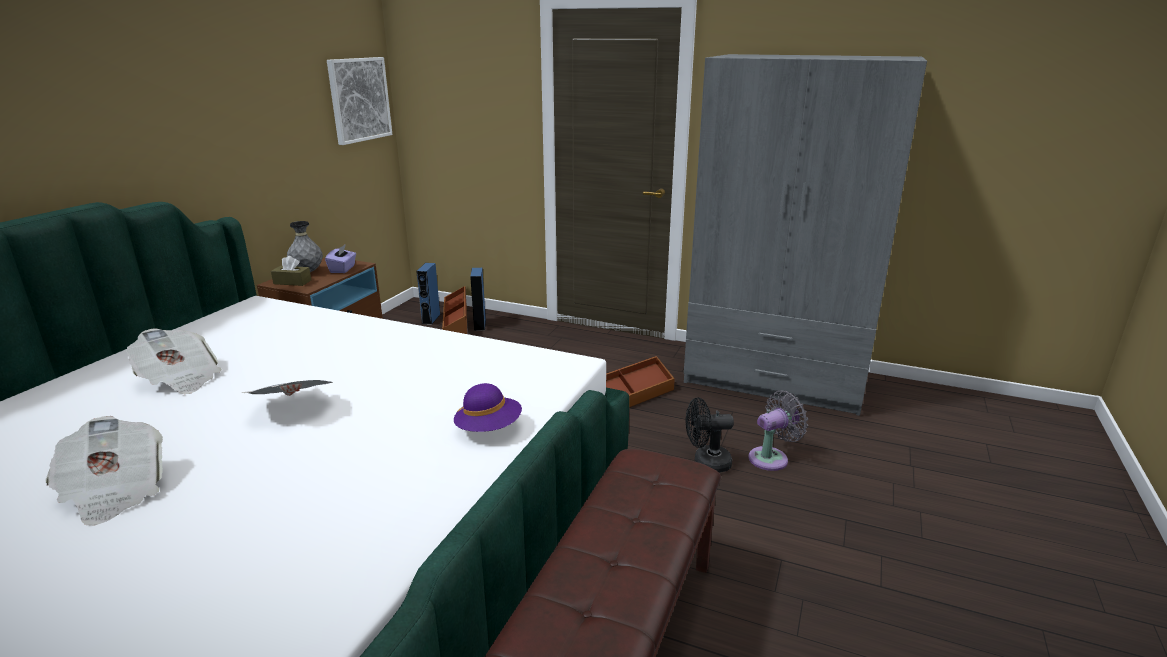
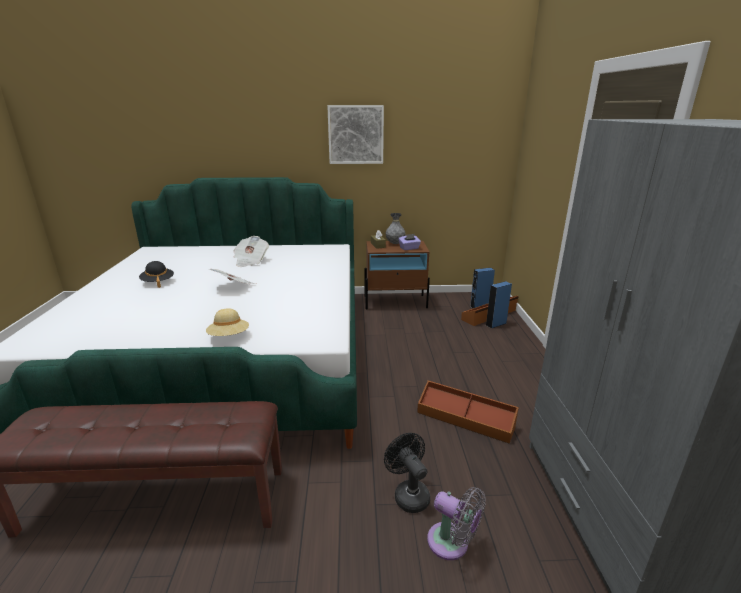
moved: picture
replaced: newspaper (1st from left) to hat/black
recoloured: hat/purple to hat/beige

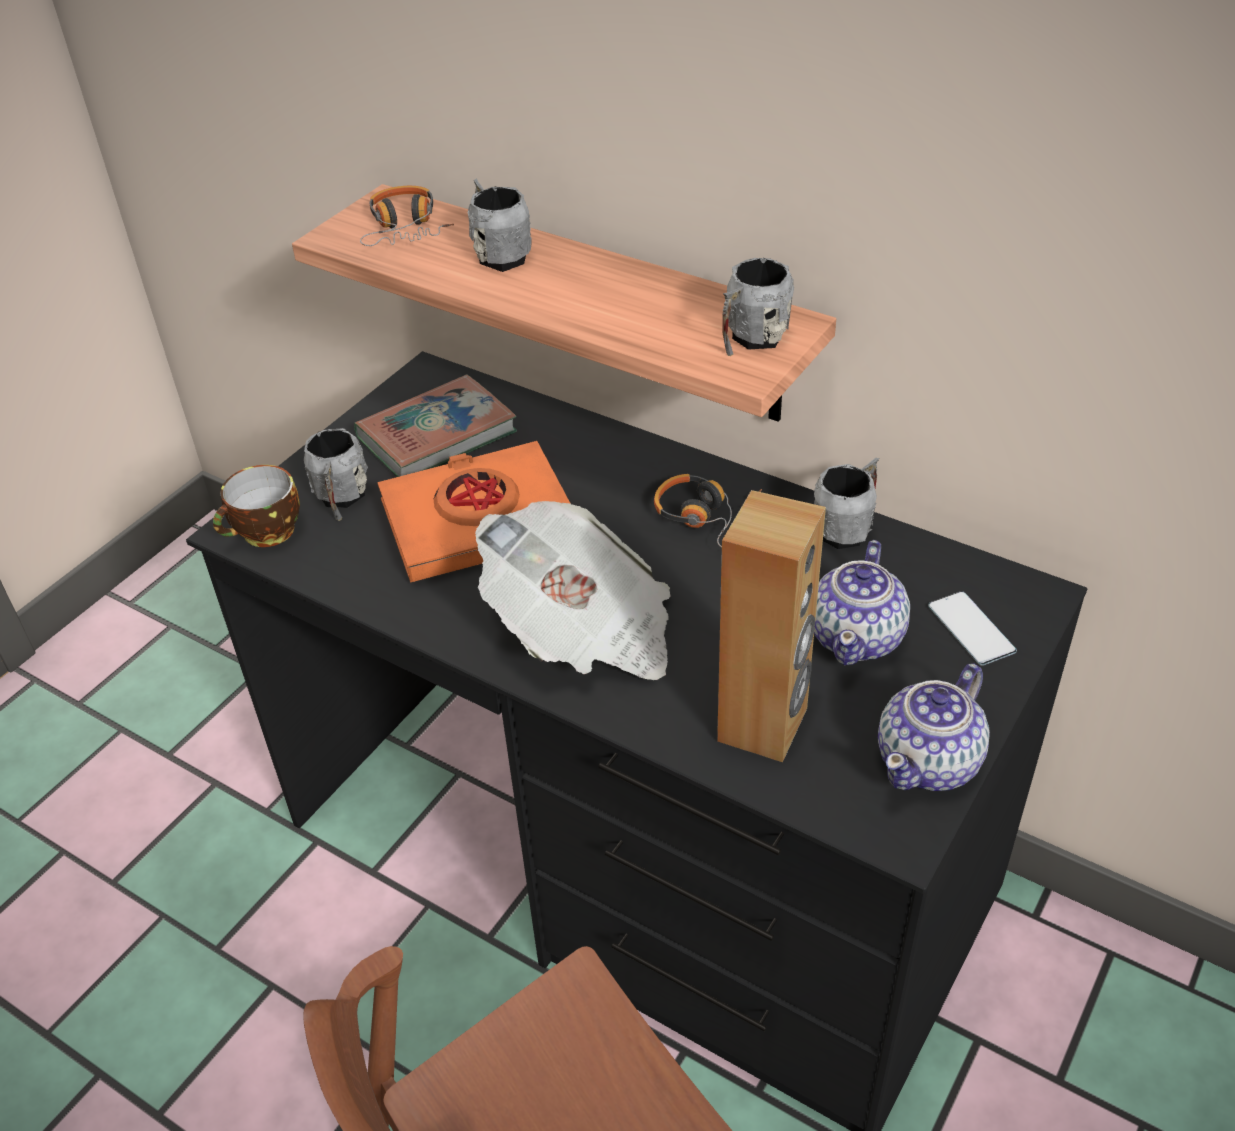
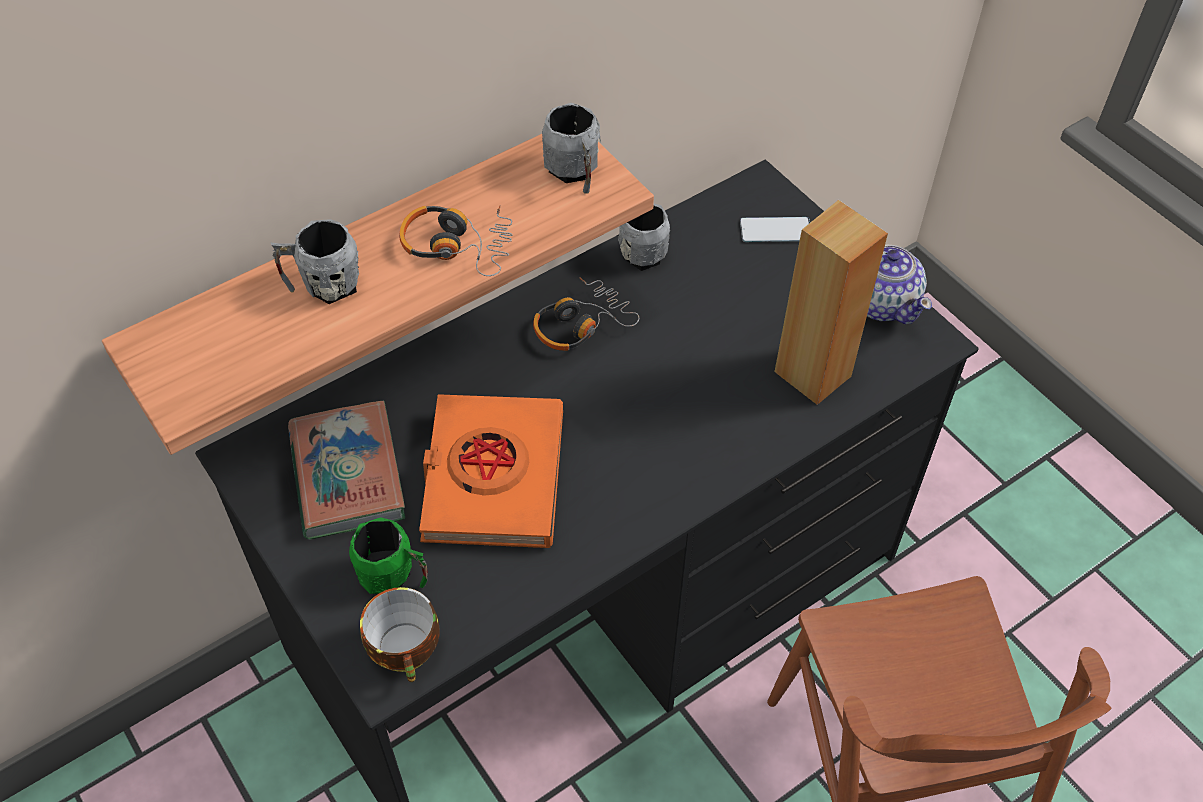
removed: newspaper; teapot (1st from left)
moved: headphones (1st from left)
recoloured: mug/grey (1st from left) to mug/green

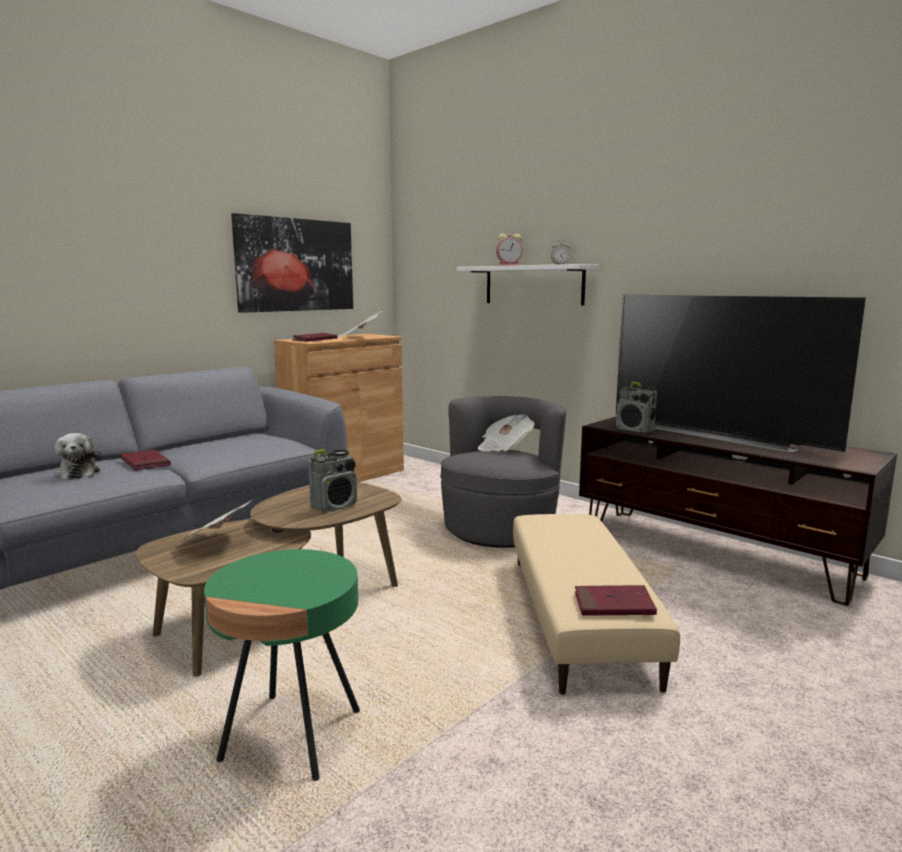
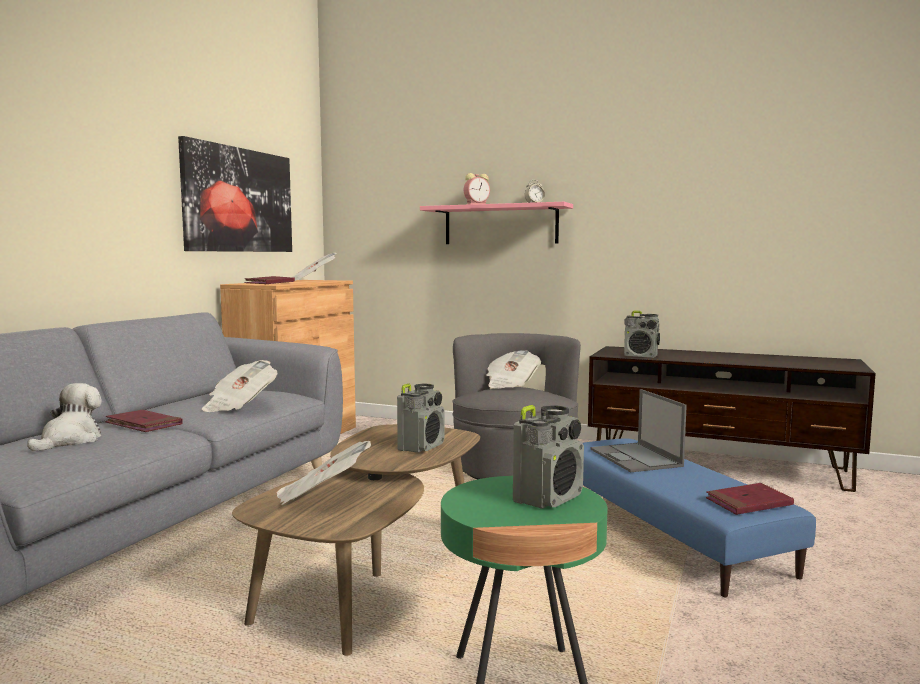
removed: television
added: newspaper (1st from left); laptop; radio (2nd from left)
recoloured: shelf/white to shelf/pink; ottoman/beige to ottoman/blue
turned: plush toy 120 degrees counterclockwise

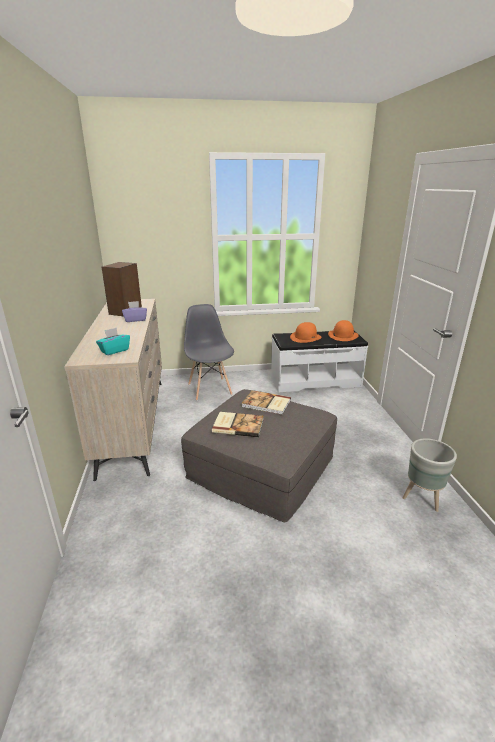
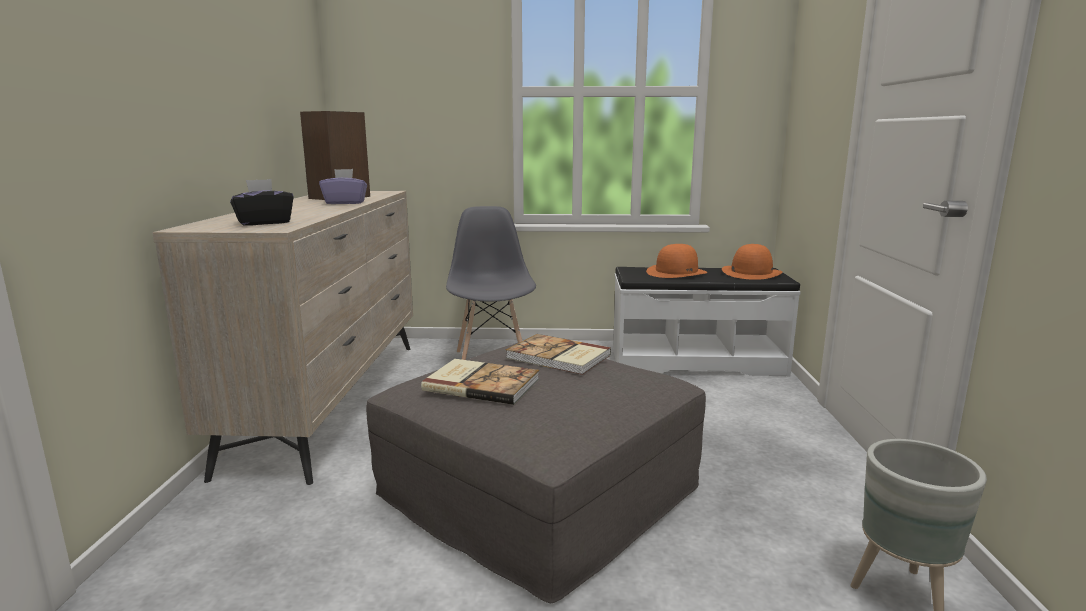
recoloured: tissue box/turquoise to tissue box/black

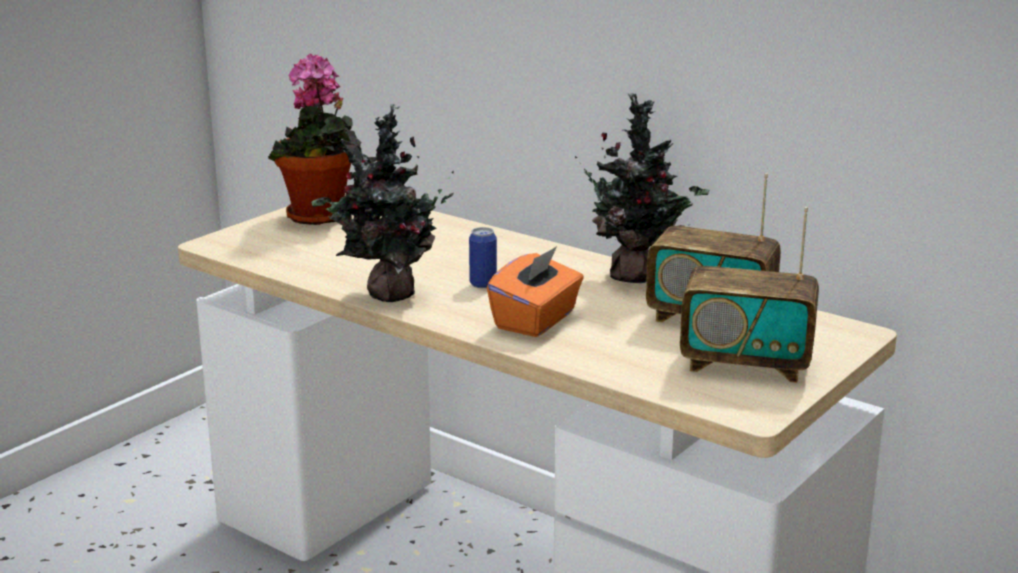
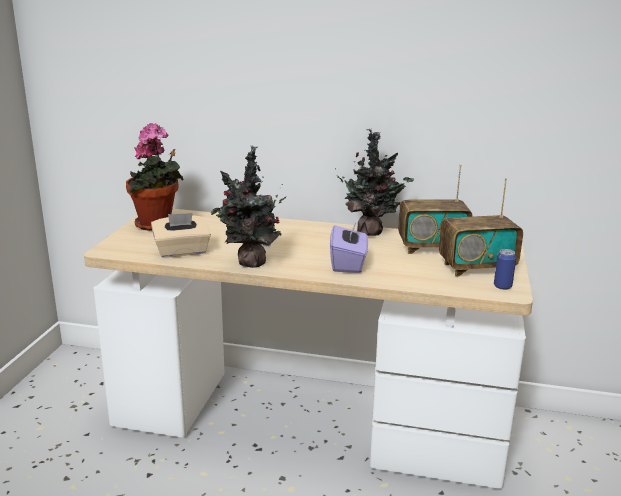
added: tissue box/beige
moved: can
recoloured: tissue box/orange to tissue box/purple

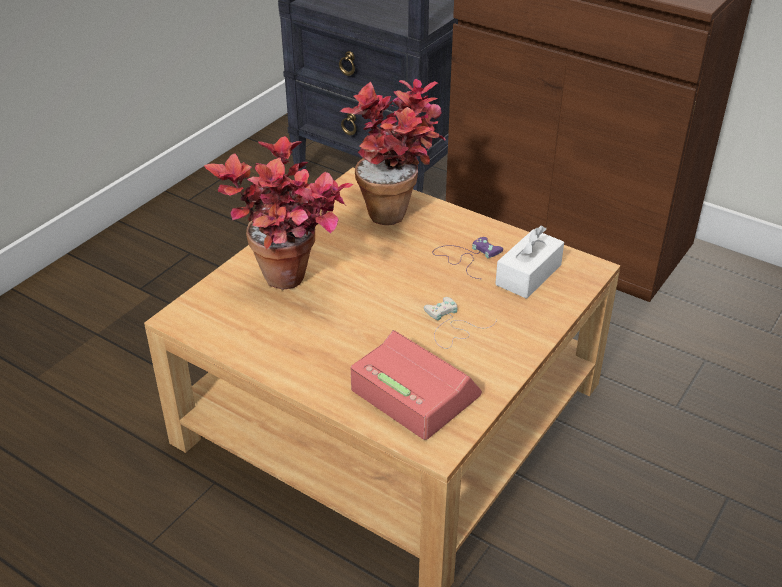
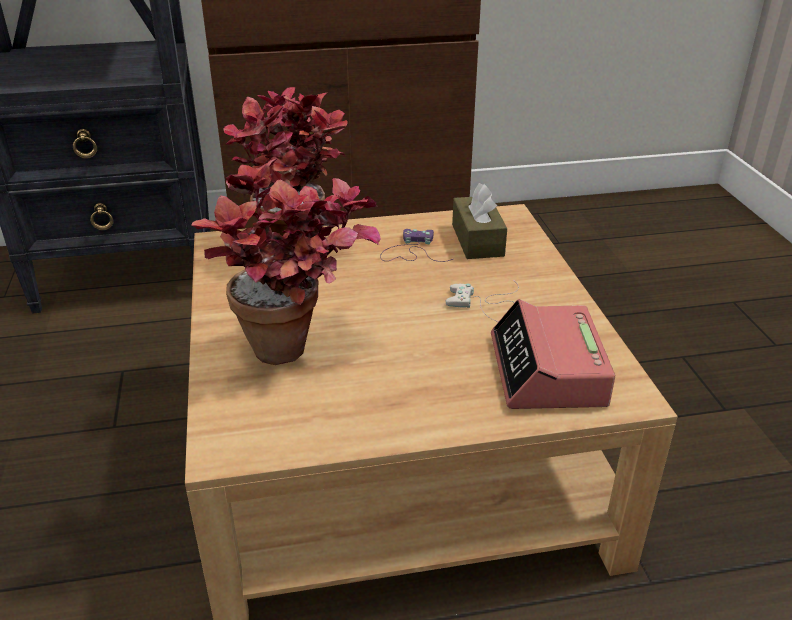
recoloured: tissue box/white to tissue box/brown
turned: alarm clock 90 degrees counterclockwise

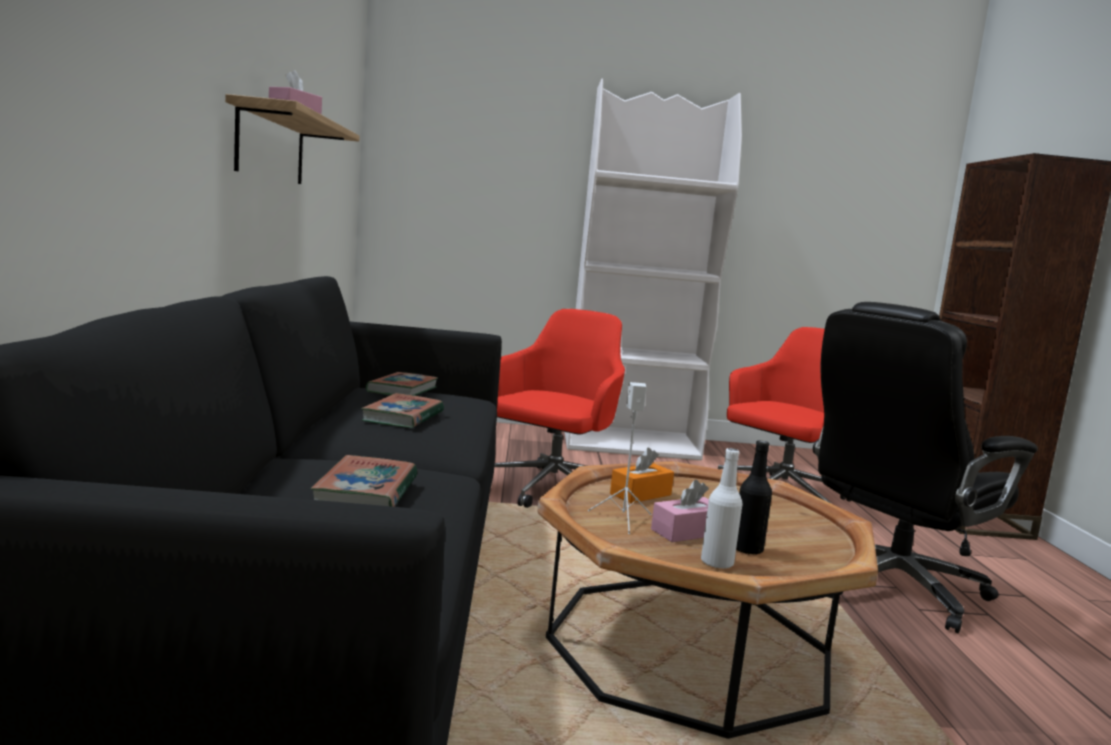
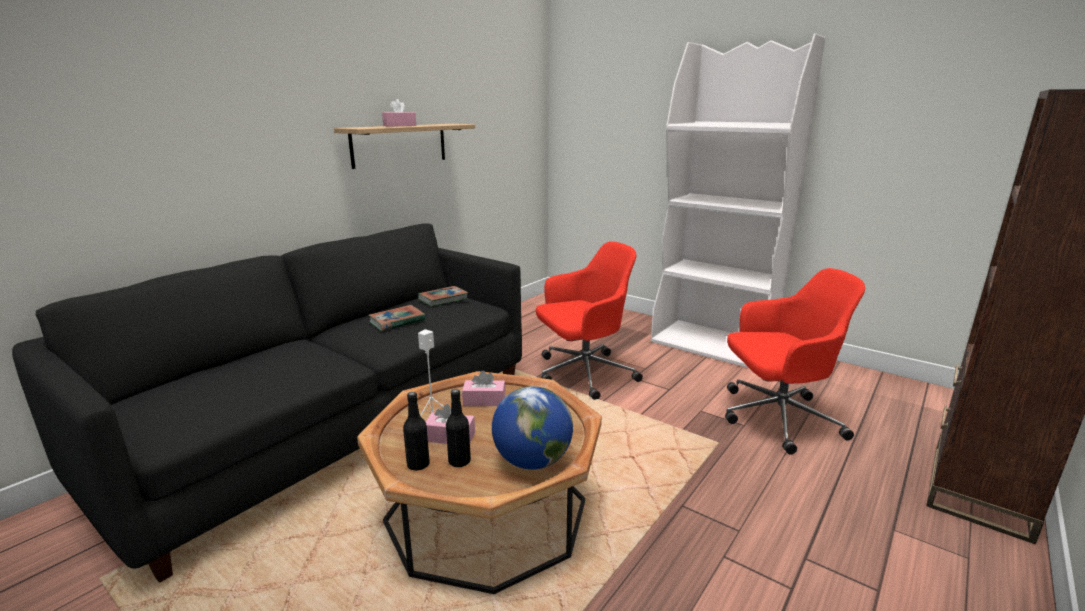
removed: office chair/black; book (1st from left)
added: globe
recoloured: tissue box/orange to tissue box/pink (3rd from left); bottle/white to bottle/black (1st from left)

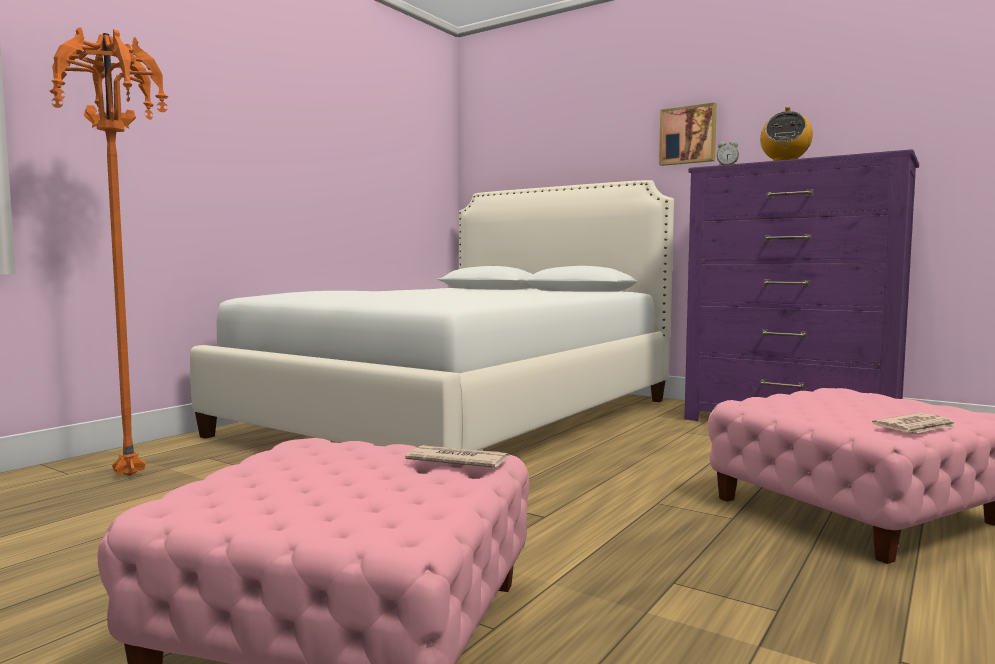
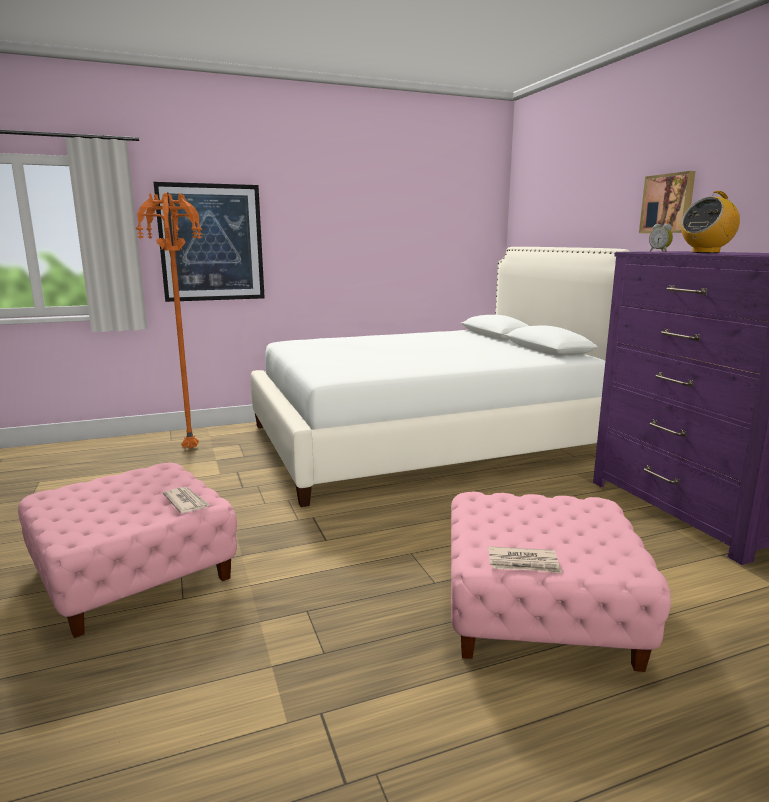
added: picture (1st from left)

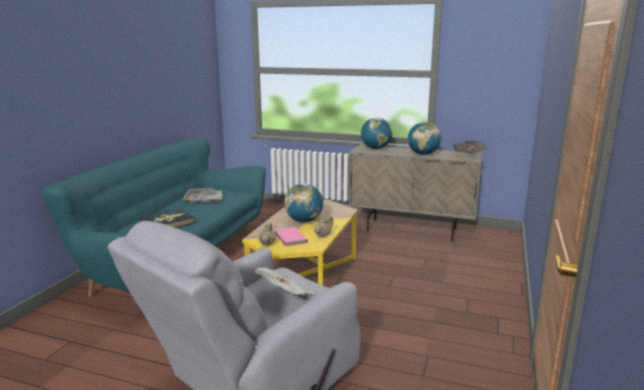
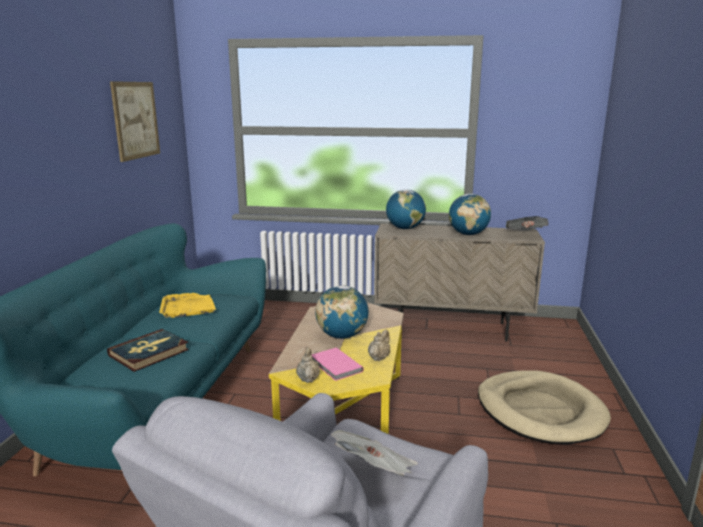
added: picture; dog bed/beige
recoloured: tray/grey to tray/yellow

